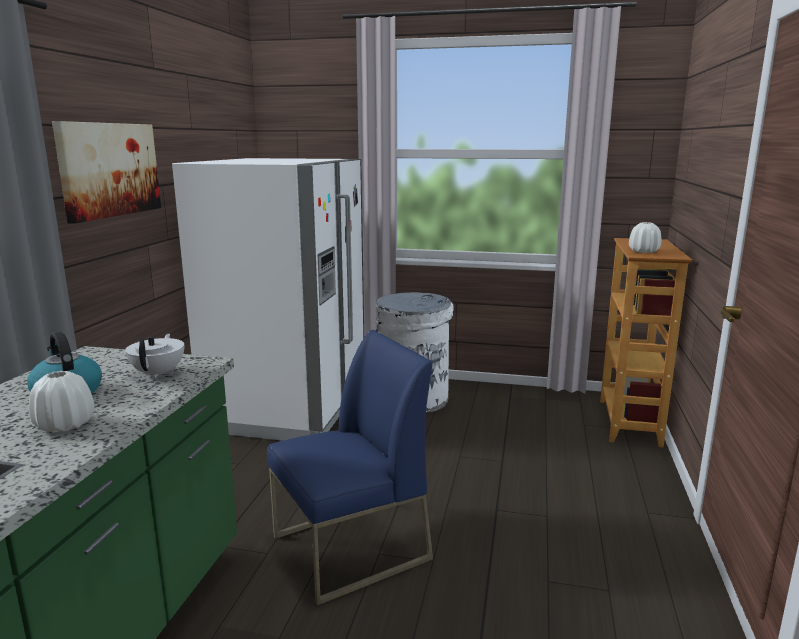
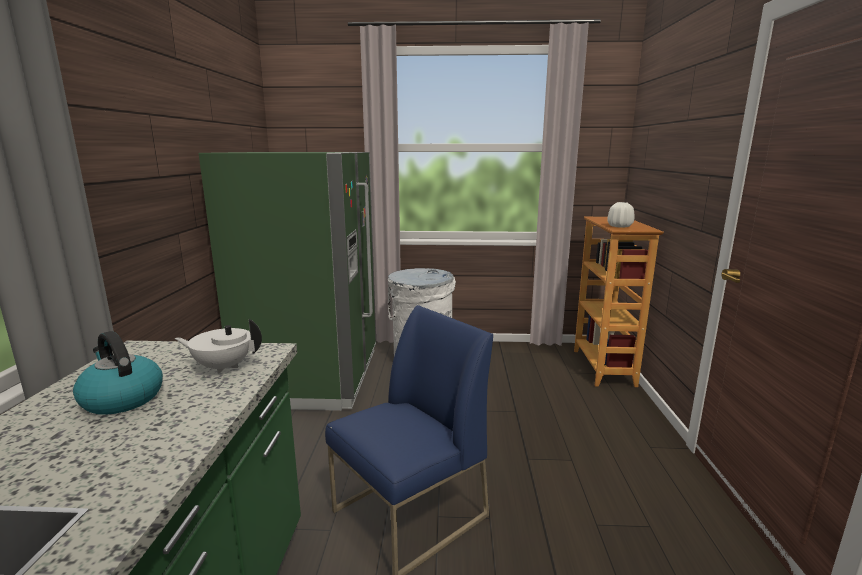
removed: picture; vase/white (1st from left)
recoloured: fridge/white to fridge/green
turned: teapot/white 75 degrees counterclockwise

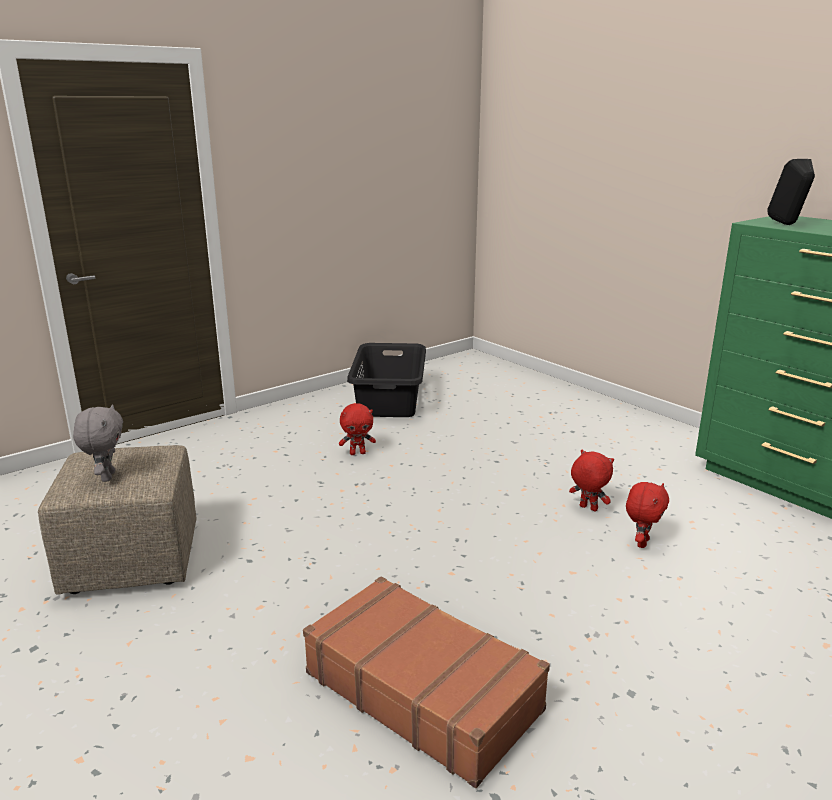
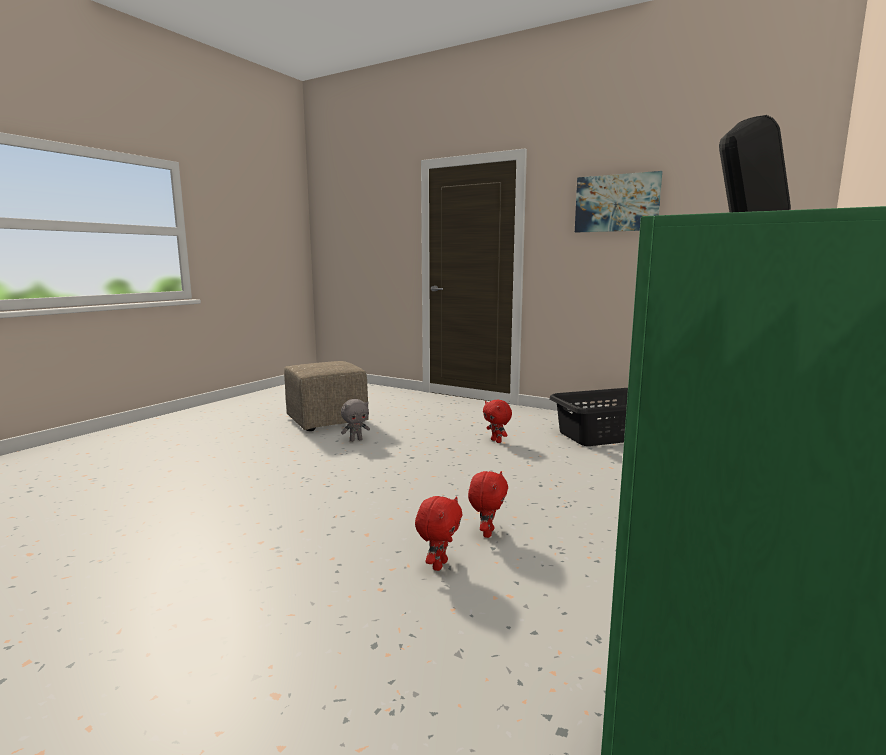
removed: suitcase/brown
added: picture
moved: plush toy/grey
turned: plush toy/red (3rd from left in the first image) 75 degrees counterclockwise

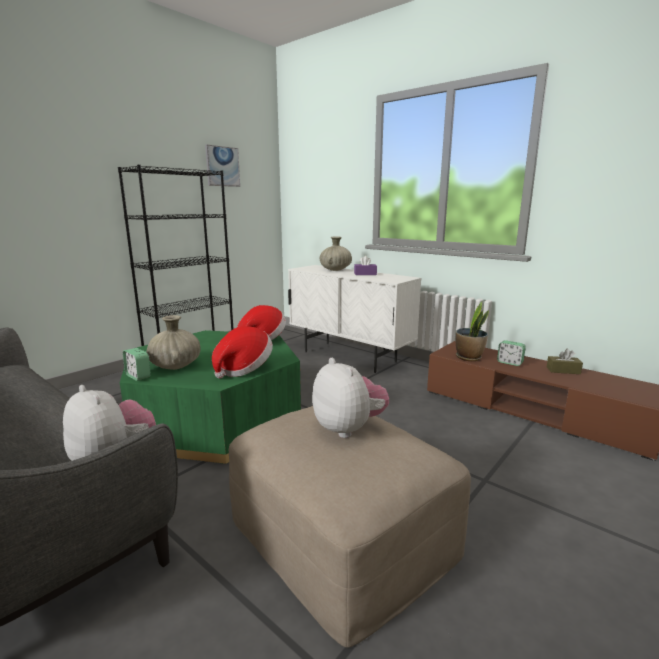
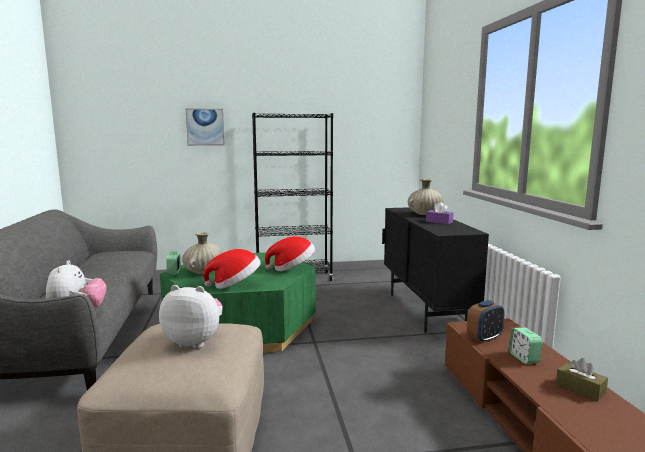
moved: picture
replaced: potted plant to alarm clock (2nd from left)
recoloured: cabinet/white to cabinet/black
turned: plush toy (2nd from left) 90 degrees counterclockwise

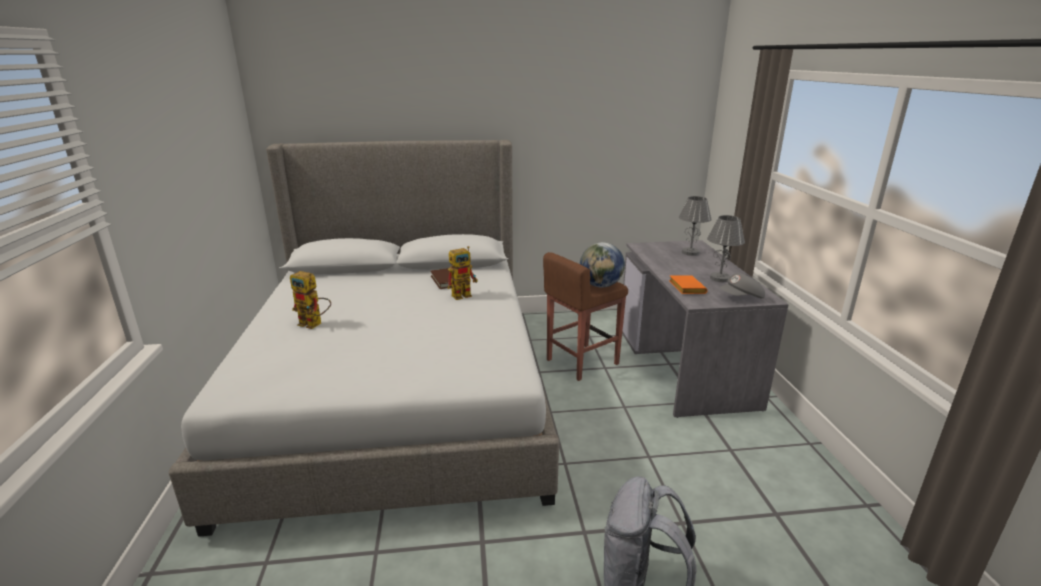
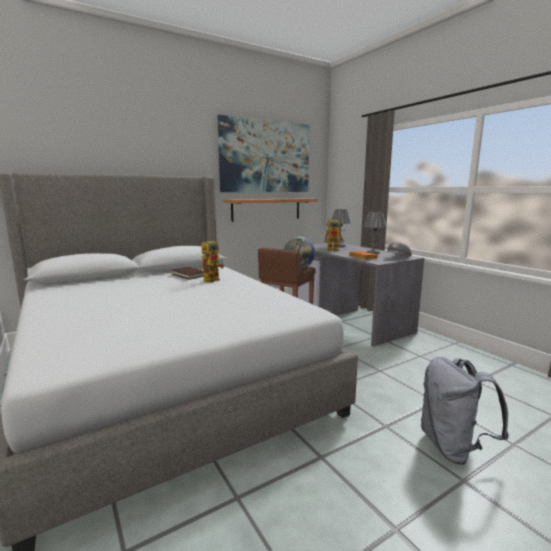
added: picture; shelf
moved: toy robot (1st from left in the first image) to toy robot (2nd from left)

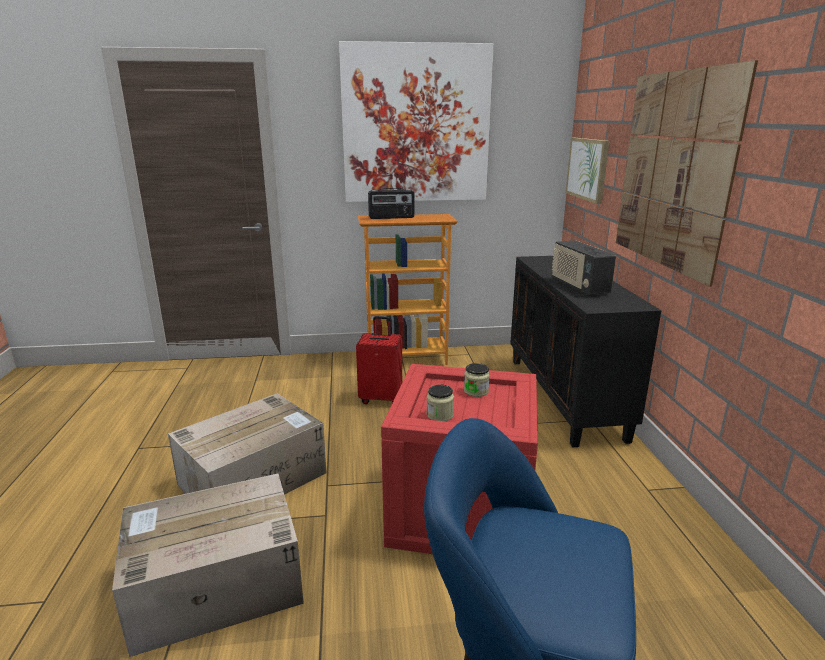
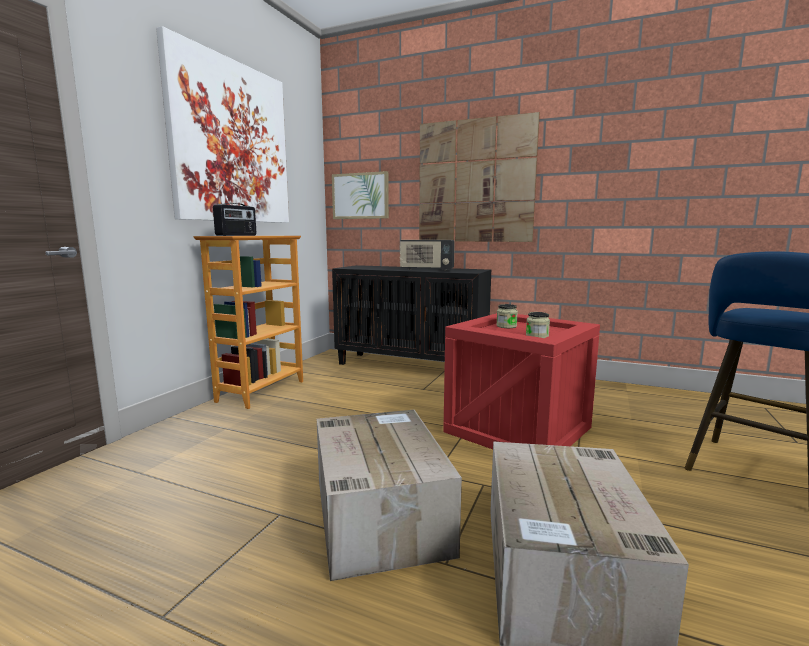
removed: suitcase/red

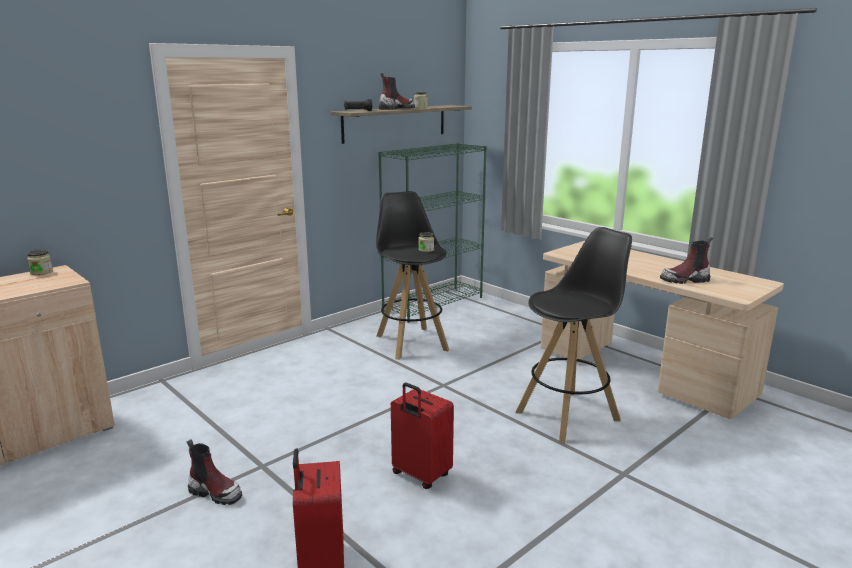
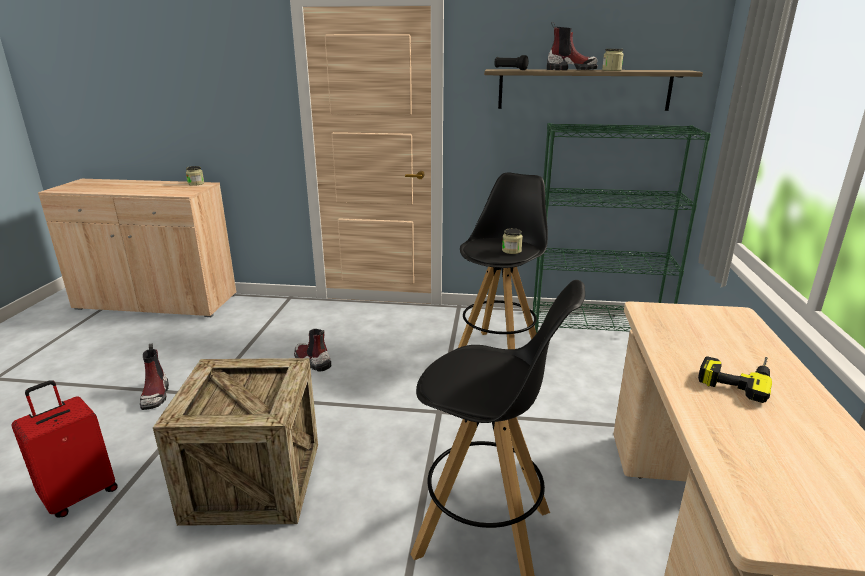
added: power drill
moved: boot (3rd from left in the first image) to boot (2nd from left)
replaced: suitcase/red (2nd from left) to crate

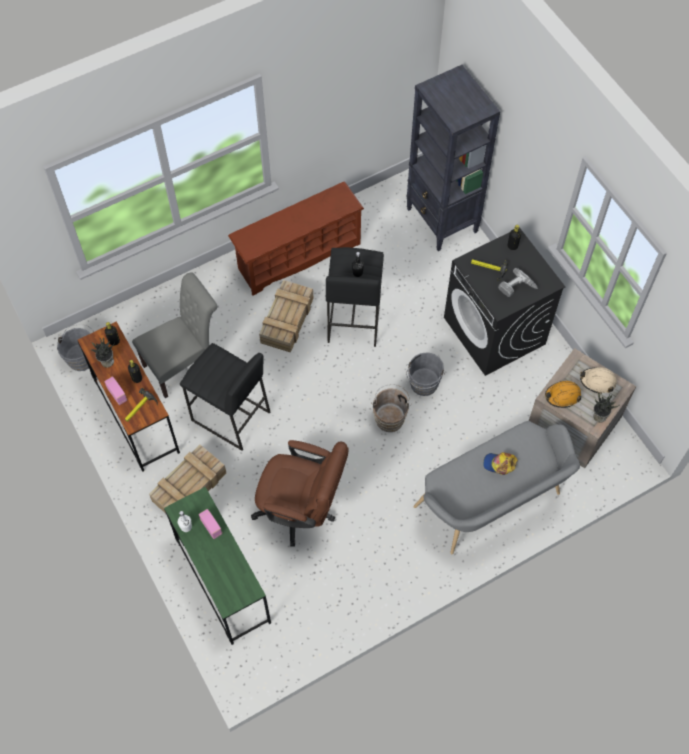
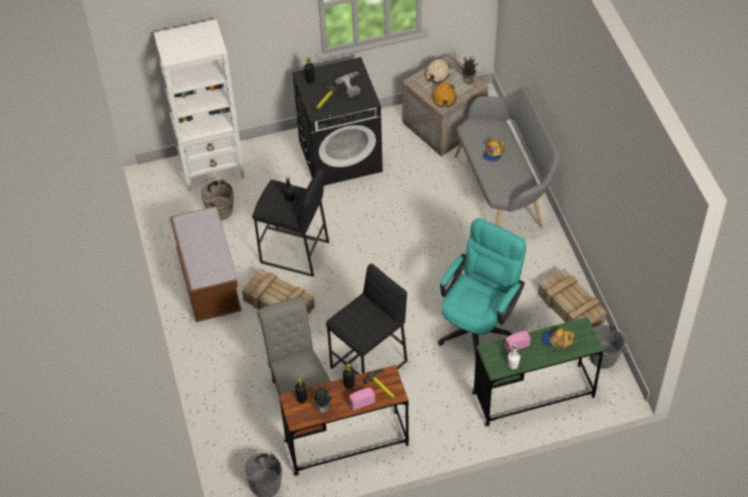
added: cap (2nd from left)
moved: bucket/grey (2nd from left); bucket/brown; crate (1st from left in the first image) to crate (3rd from left)
replaced: shoe rack/brown to bench/brown
recoloured: bookcase/black to bookcase/white; office chair/brown to office chair/turquoise

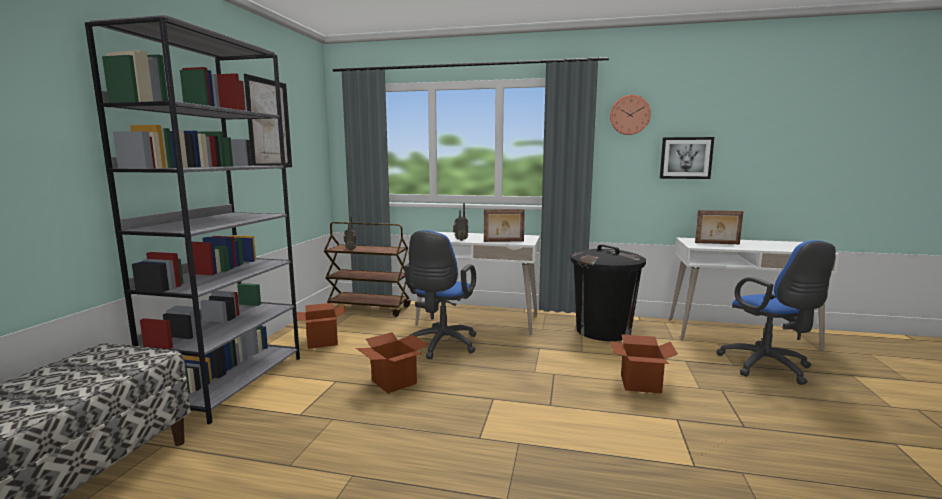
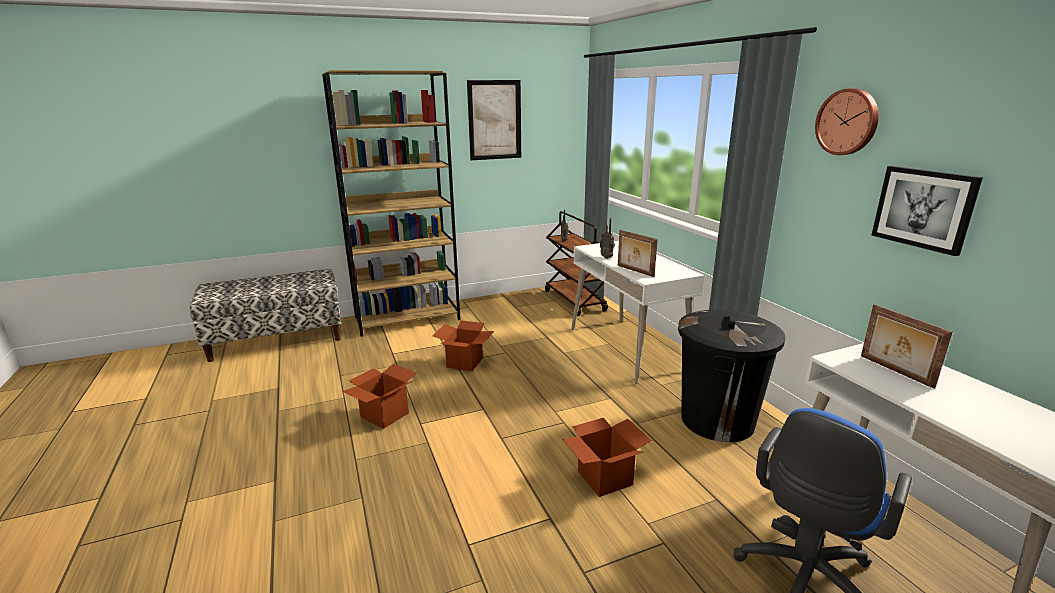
removed: office chair/blue (1st from left)
moved: cardboard box (1st from left)
recoloured: bookcase/grey to bookcase/brown

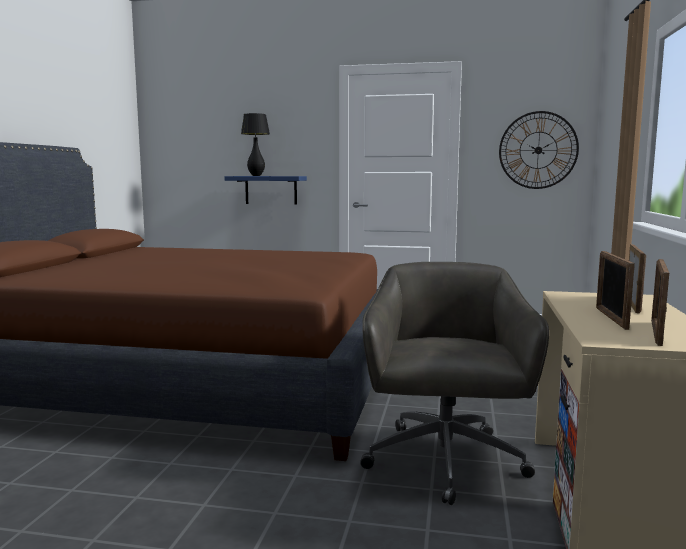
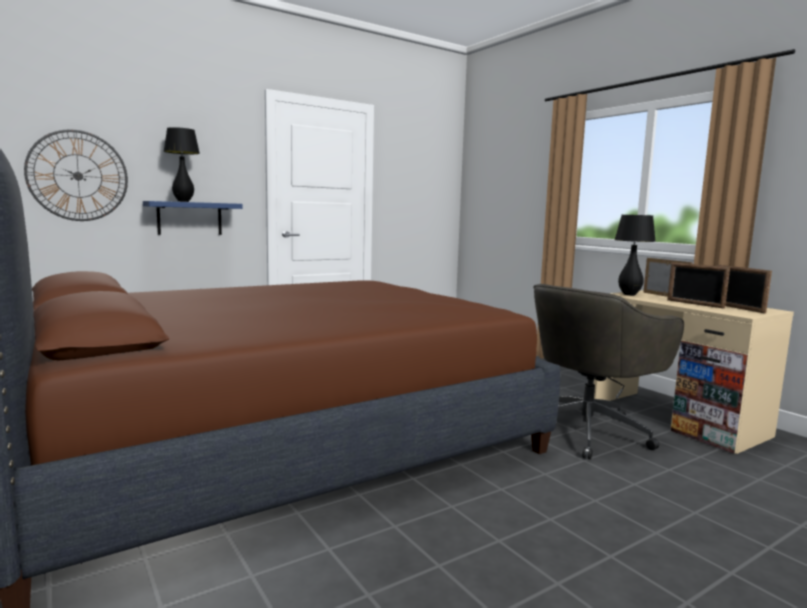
added: table lamp/black (2nd from left)
moved: wall clock
turned: office chair/grey 90 degrees counterclockwise

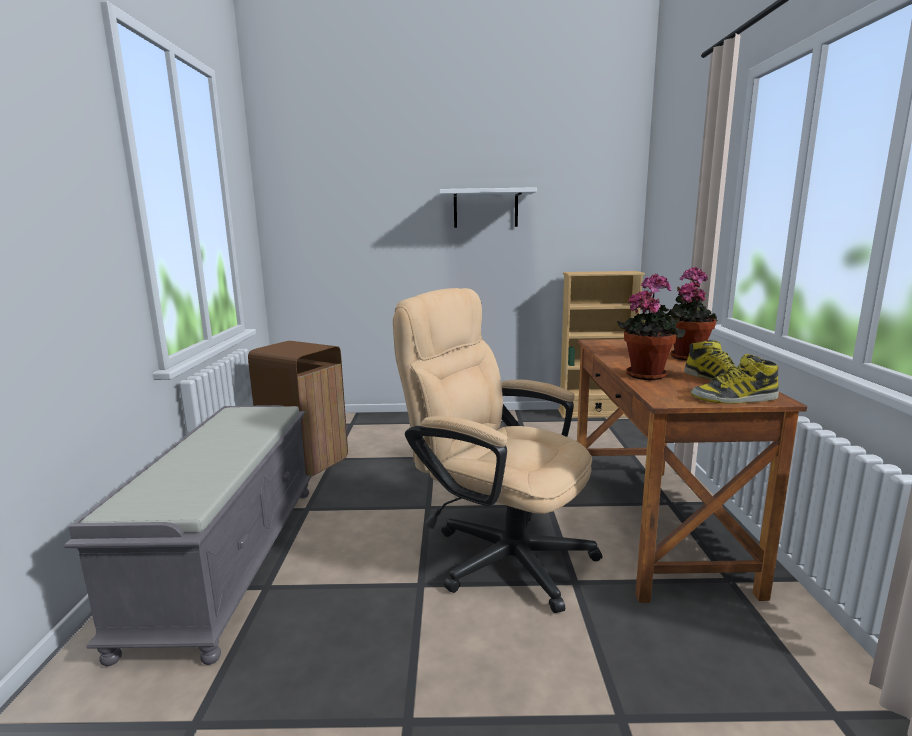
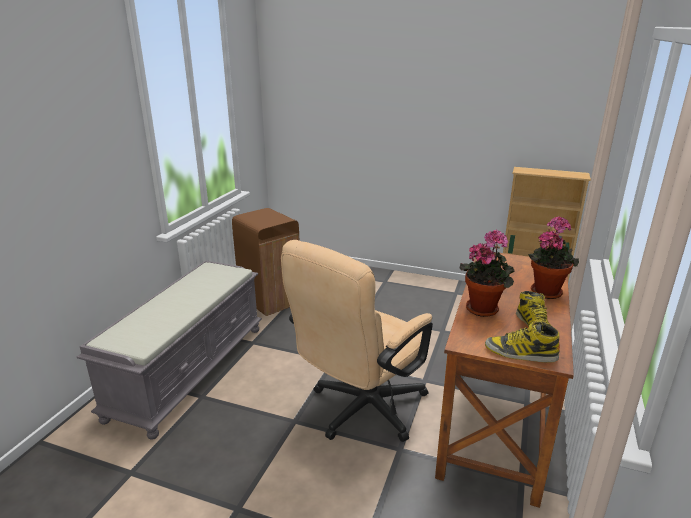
removed: shelf/white
turned: office chair/beige 105 degrees counterclockwise

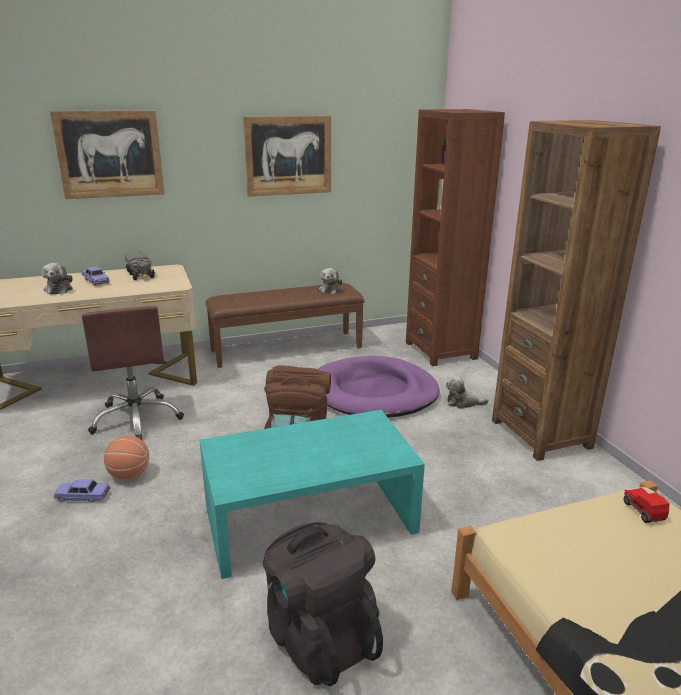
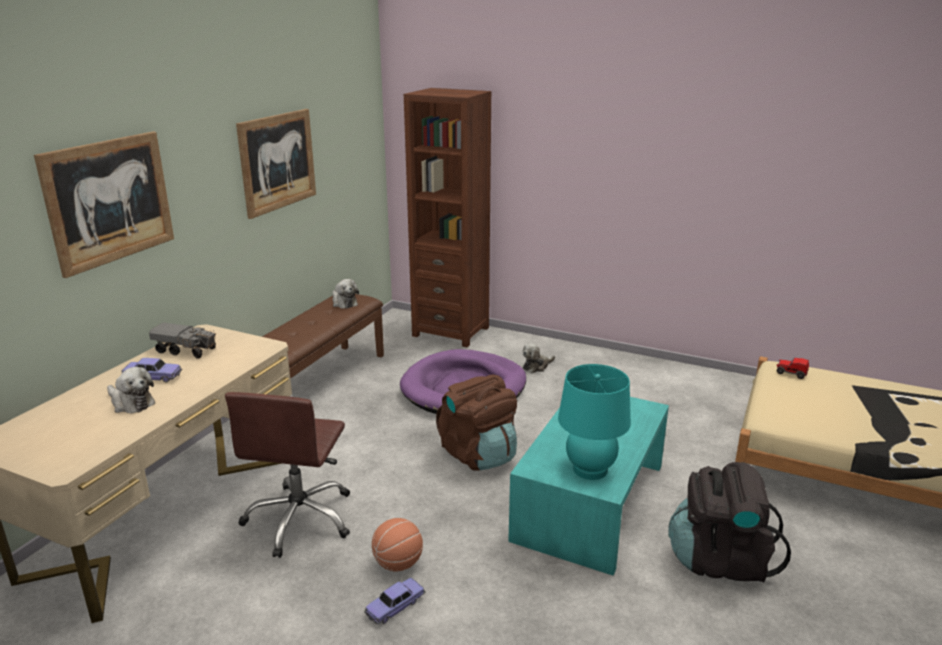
removed: bookcase/brown (2nd from left)
added: table lamp/turquoise
turned: office chair/brown 75 degrees clockwise

